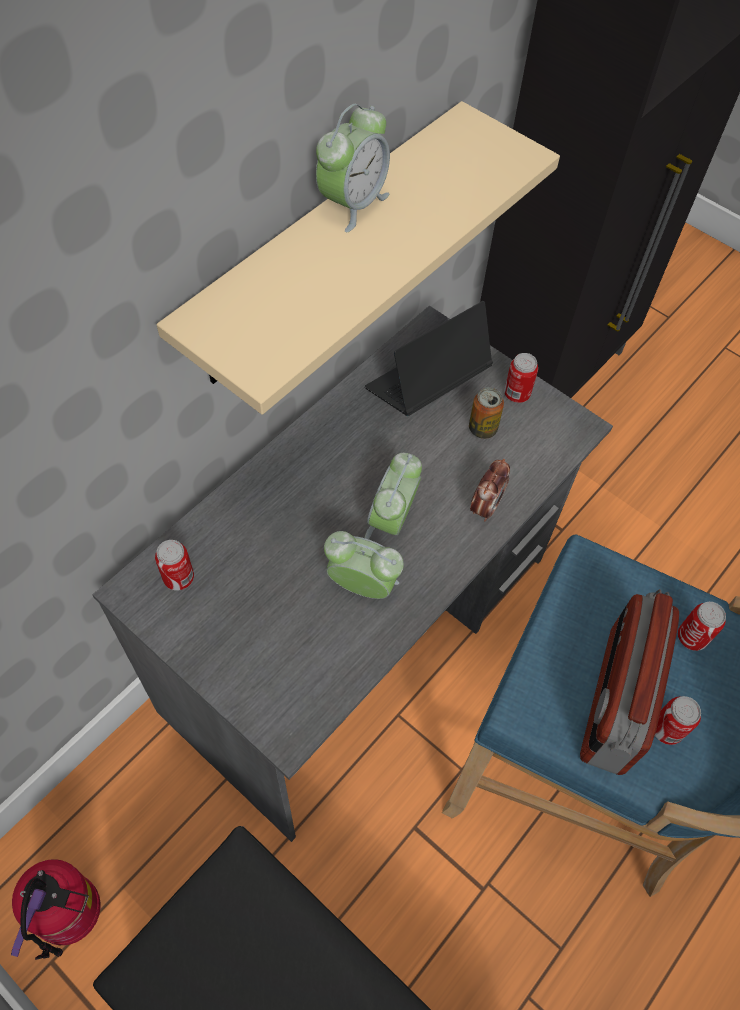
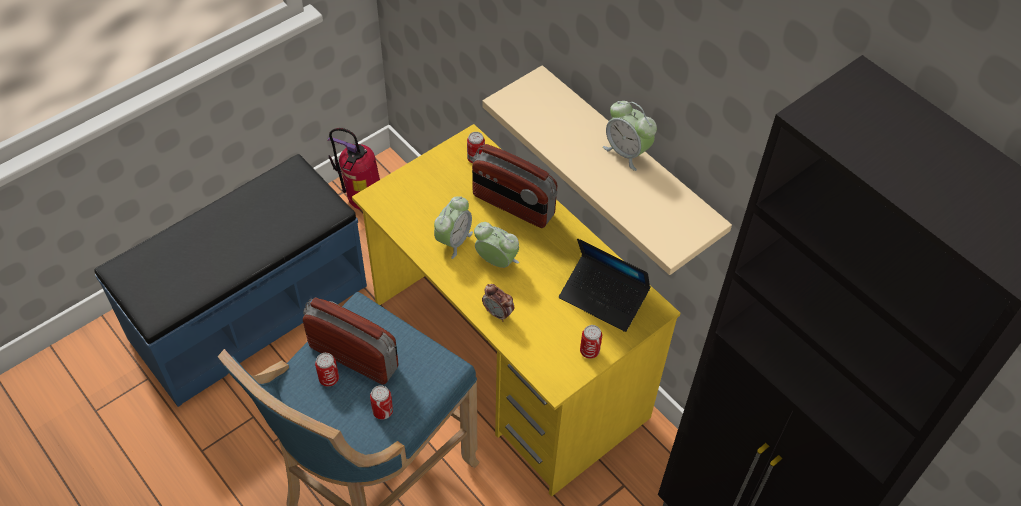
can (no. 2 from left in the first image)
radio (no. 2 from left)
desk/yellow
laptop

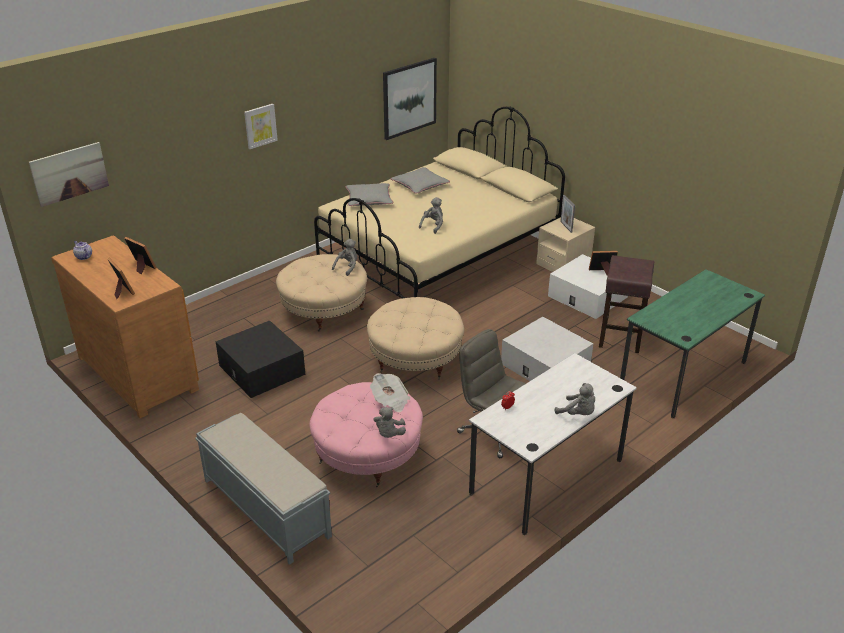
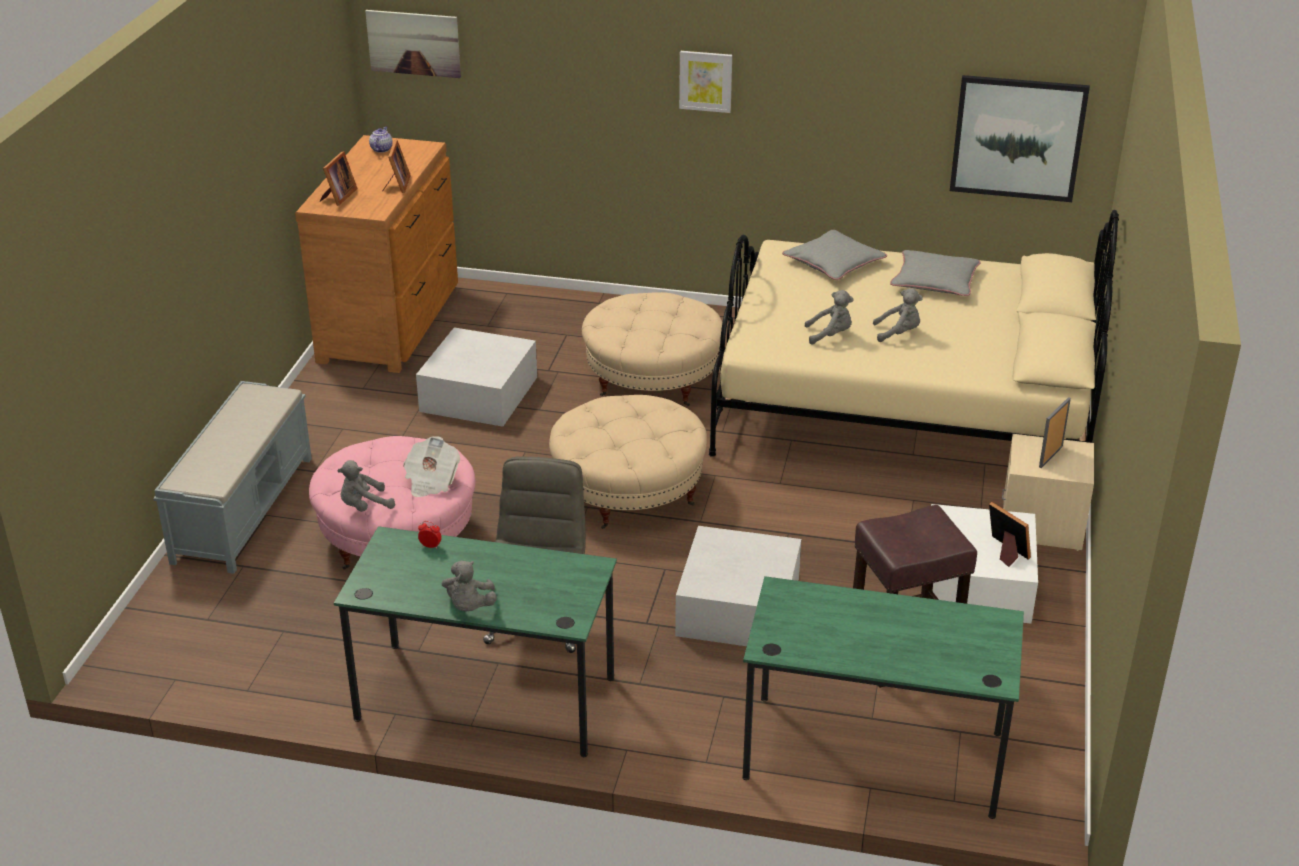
plush toy/grey (no. 4 from left)
storage box/white (no. 1 from left)
desk/green (no. 1 from left)

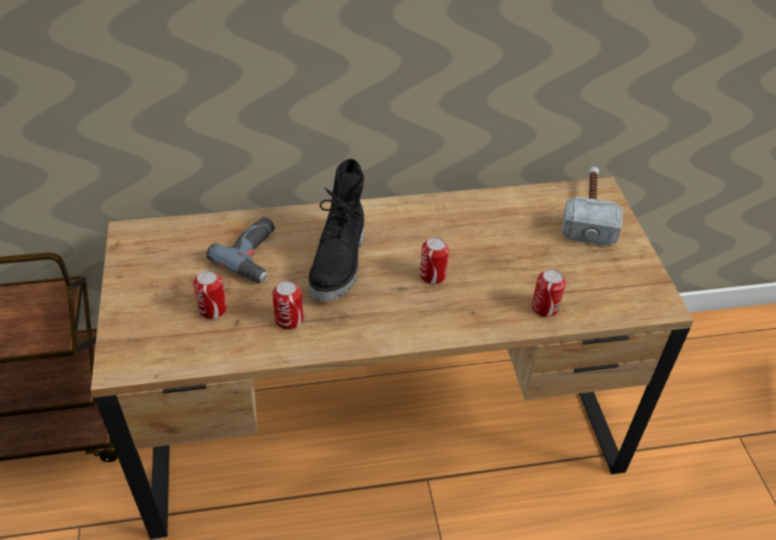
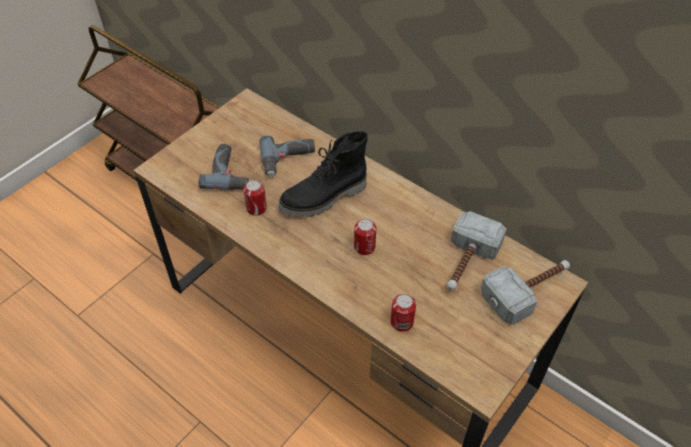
hammer (no. 1 from left)
power drill (no. 1 from left)

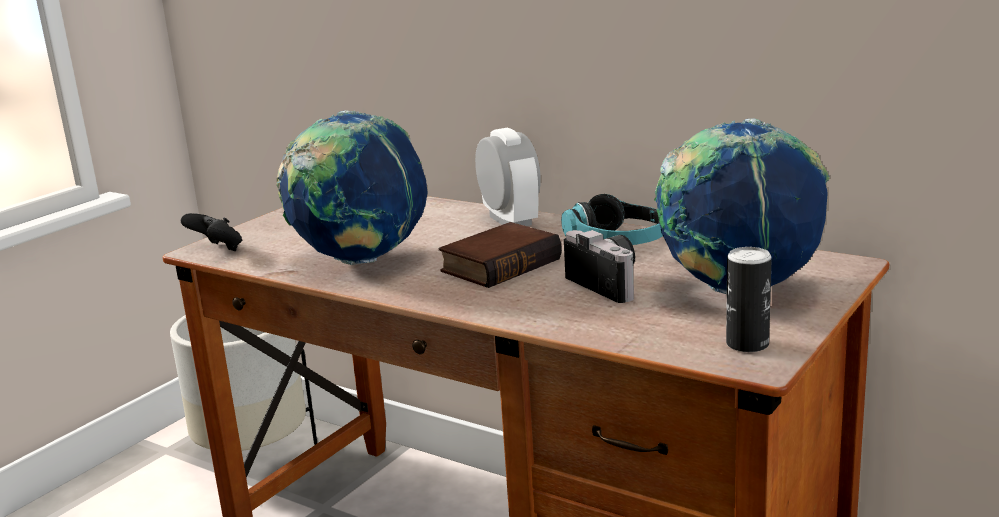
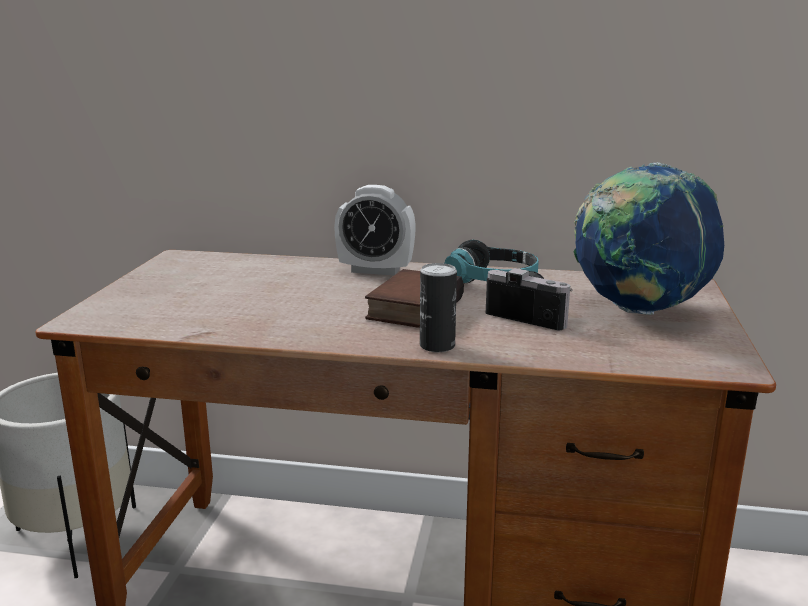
game controller/black
globe (no. 1 from left in the first image)
can
alarm clock

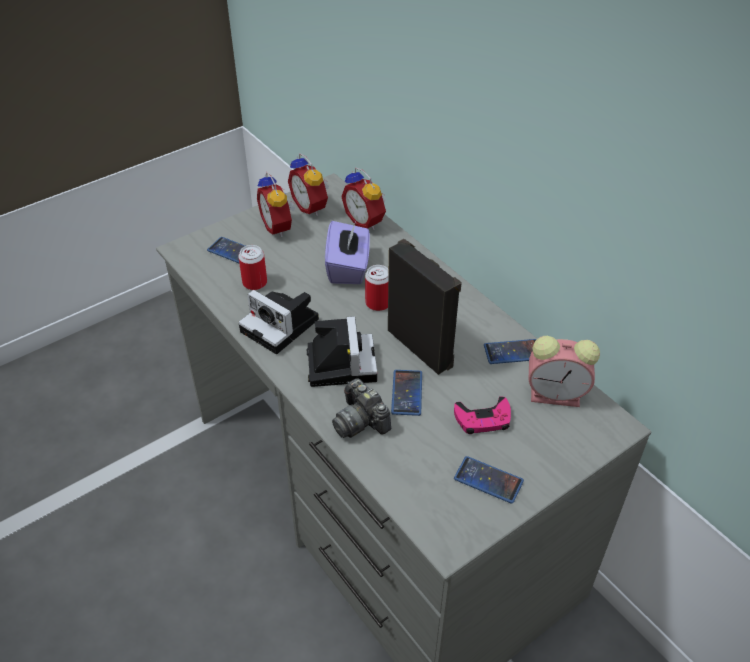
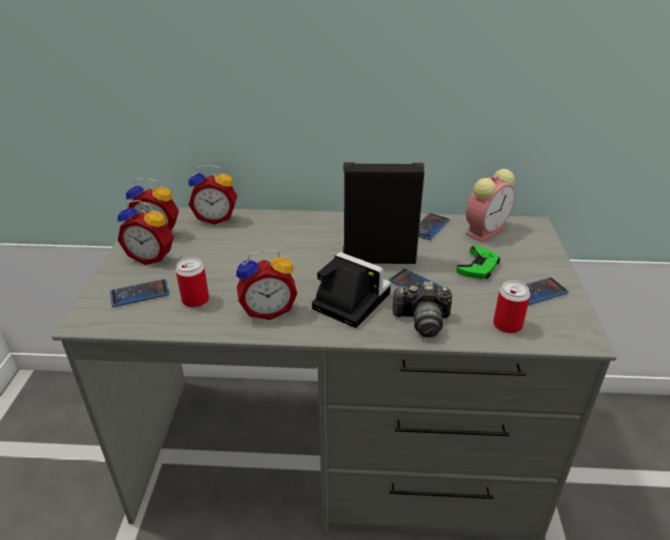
tissue box/purple
can (no. 2 from left)
alarm clock (no. 4 from left)
game controller/green

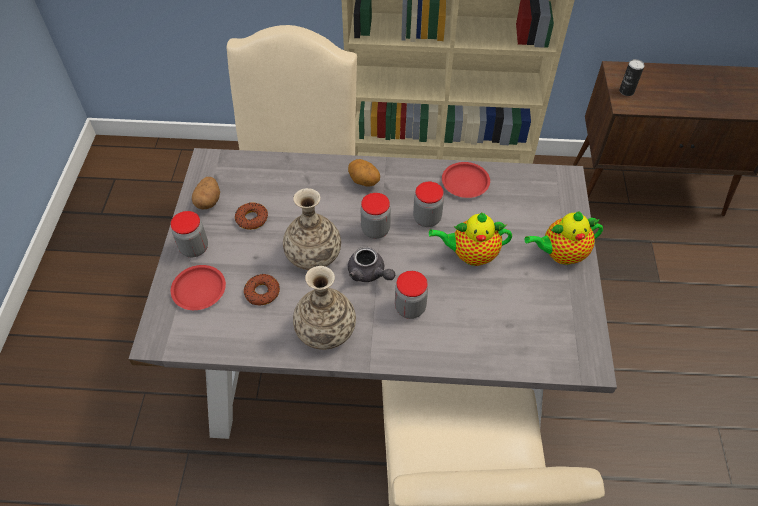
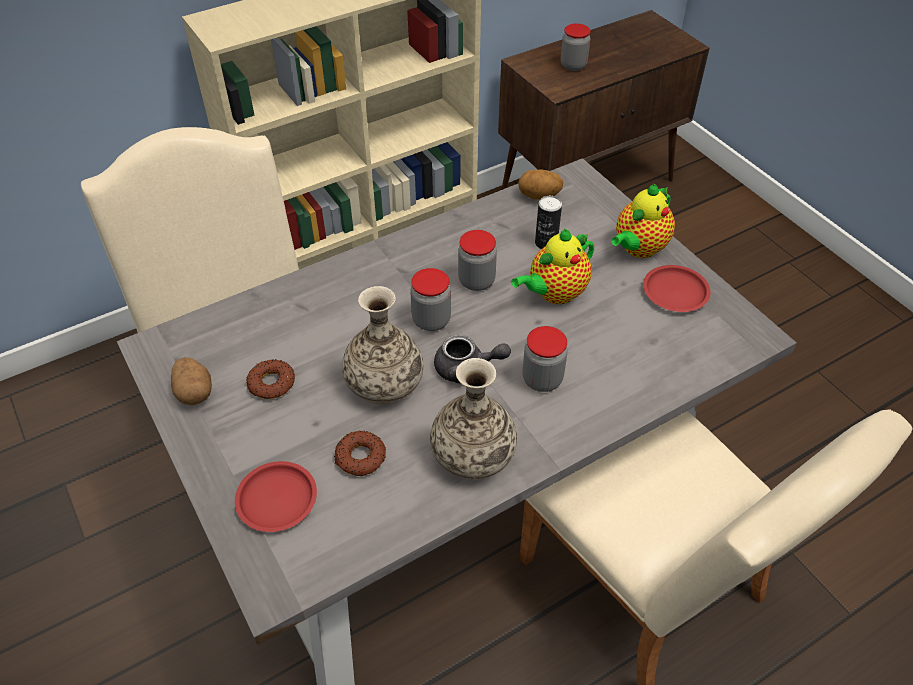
jar (no. 4 from left)
potato (no. 2 from left)
plate/red (no. 2 from left)
can

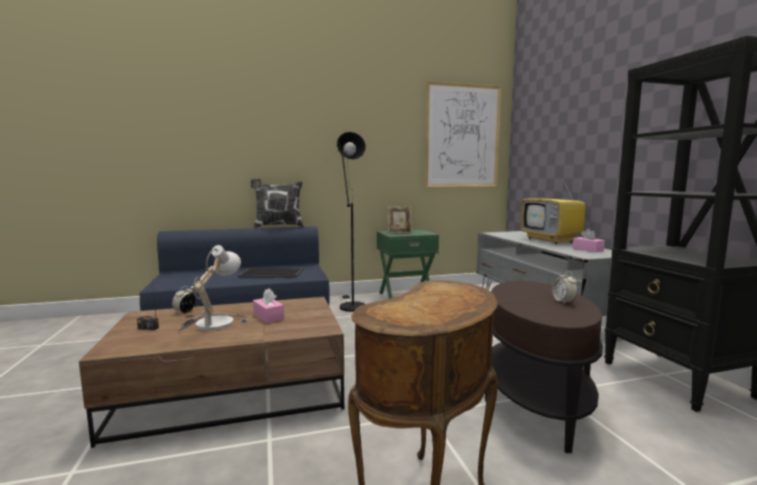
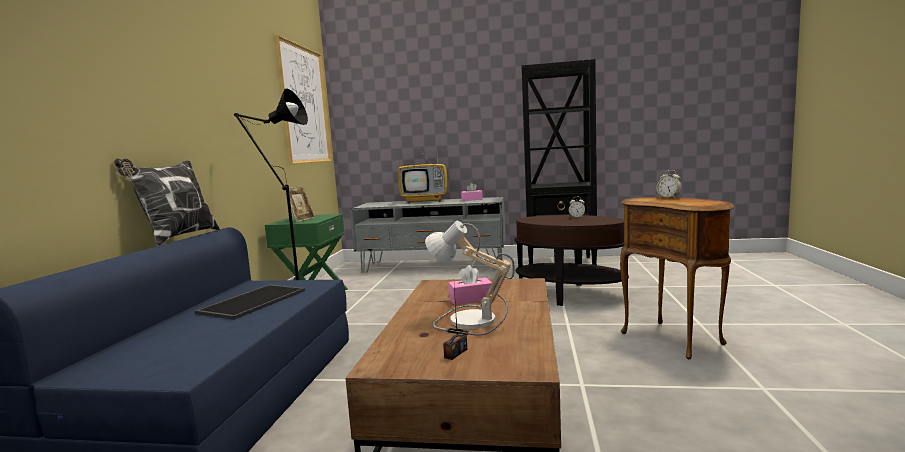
alarm clock (no. 2 from left)

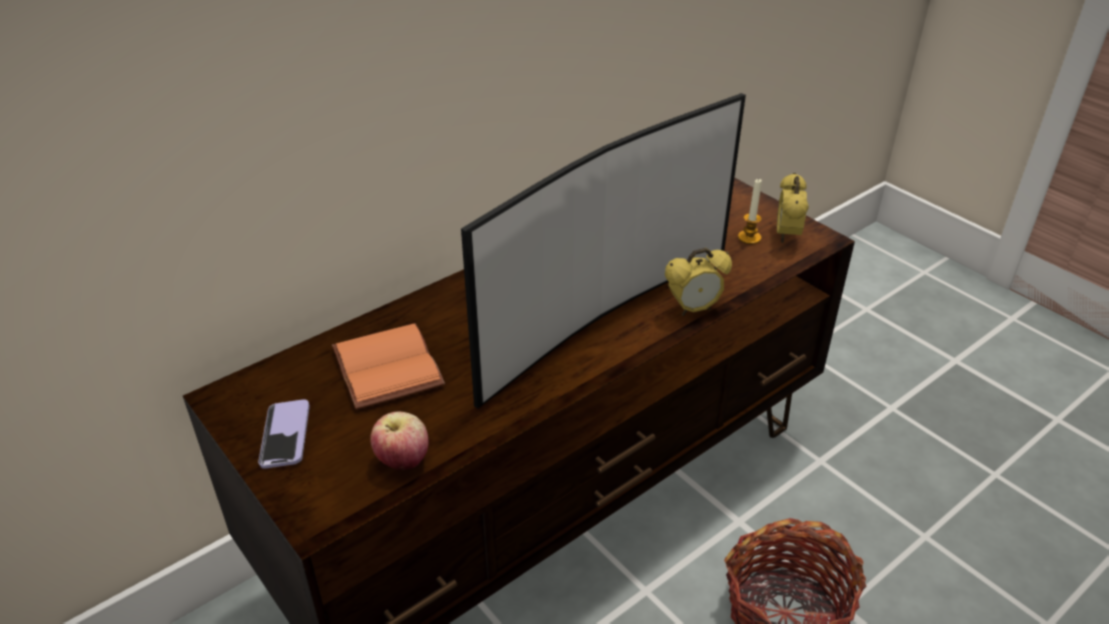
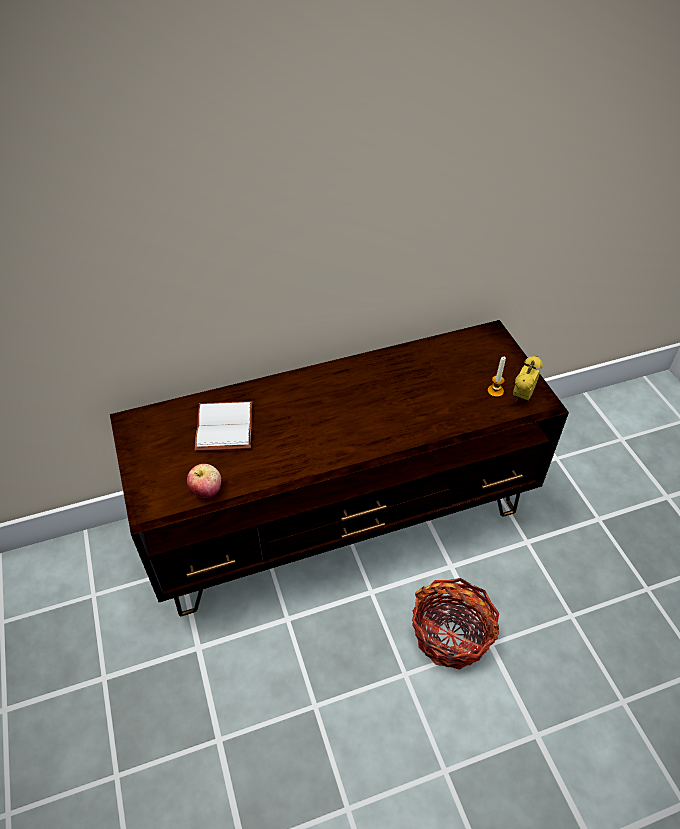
phone
television
alarm clock (no. 1 from left in the first image)
book/white

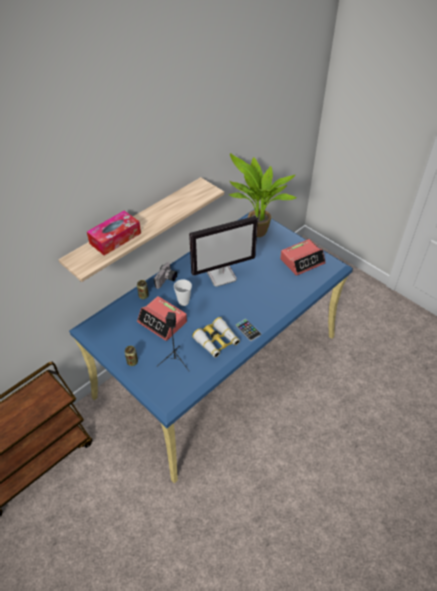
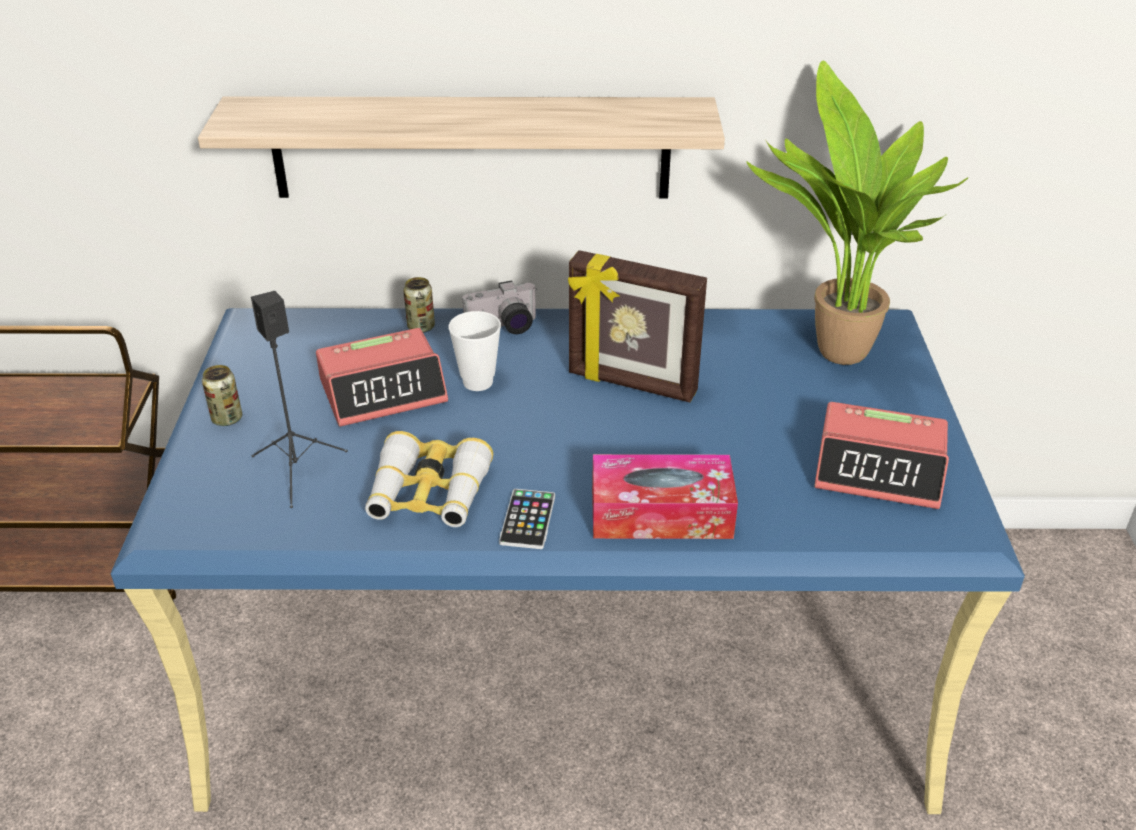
tissue box
picture frame
alarm clock (no. 1 from left)

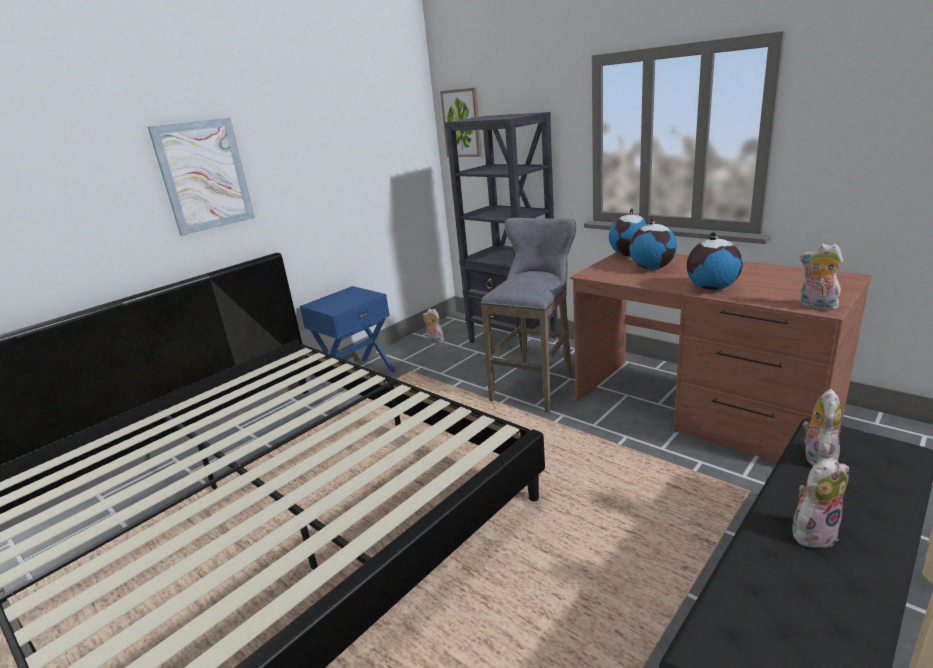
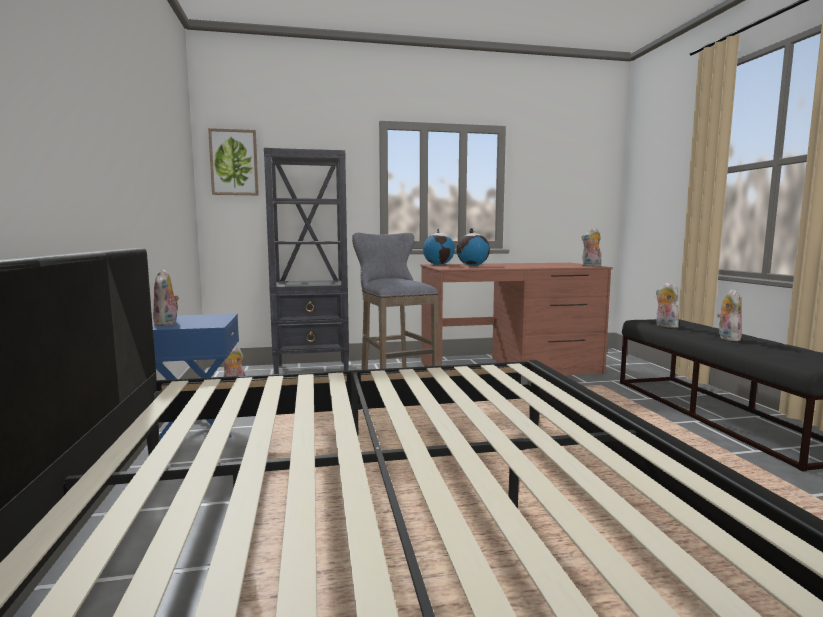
picture (no. 1 from left in the first image)
globe (no. 3 from left in the first image)
plush toy (no. 1 from left)

